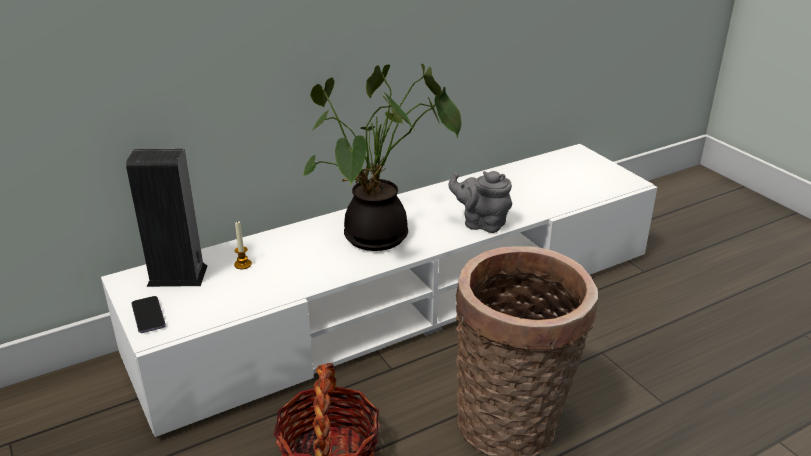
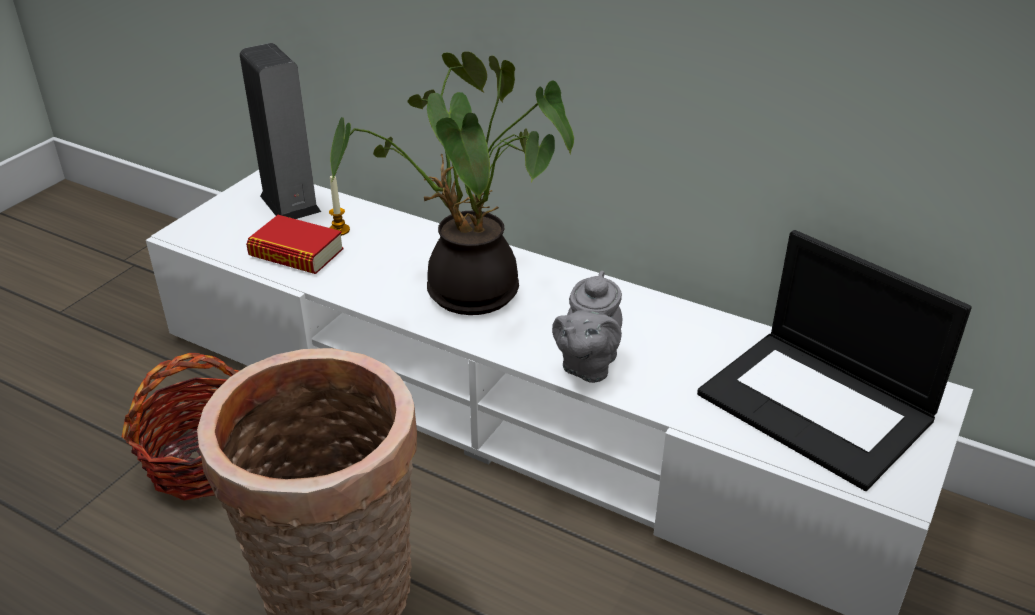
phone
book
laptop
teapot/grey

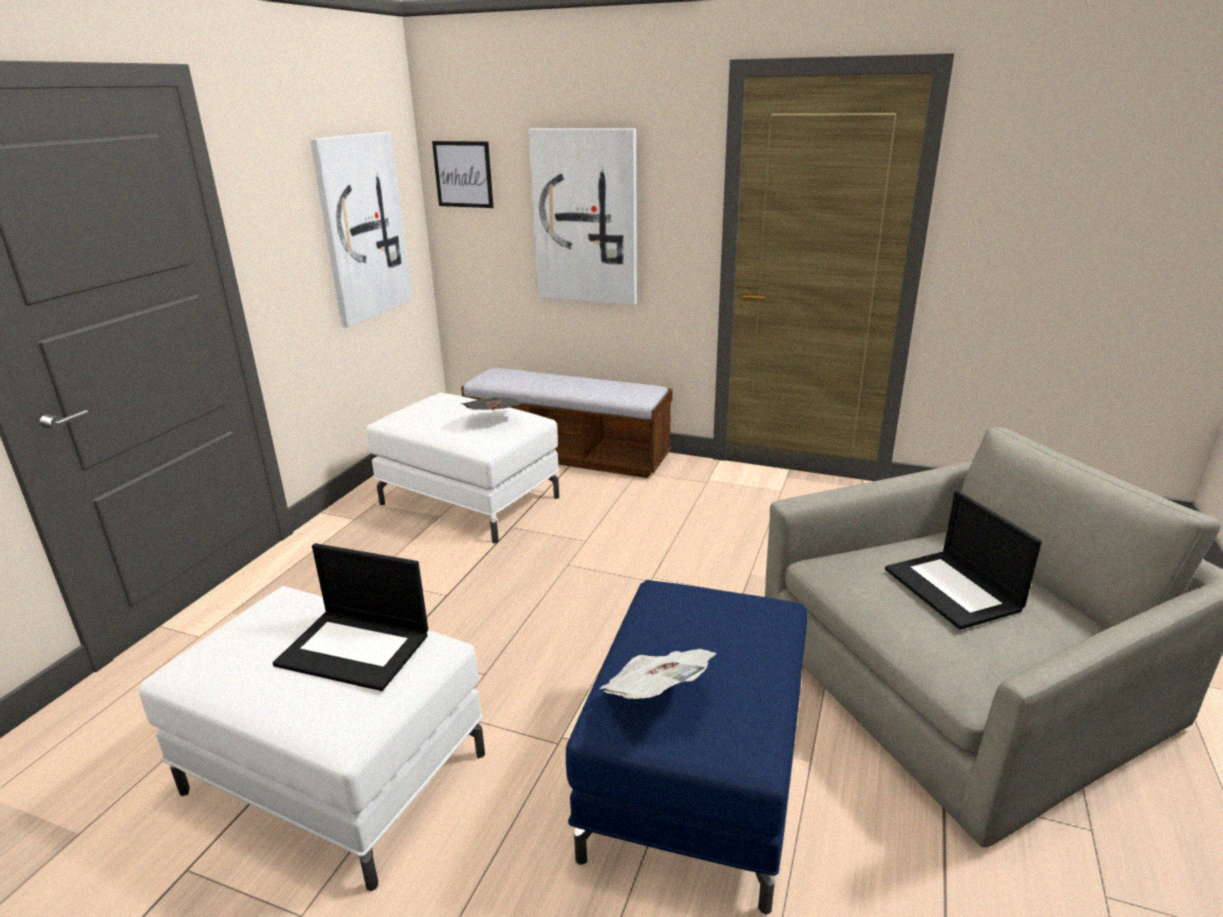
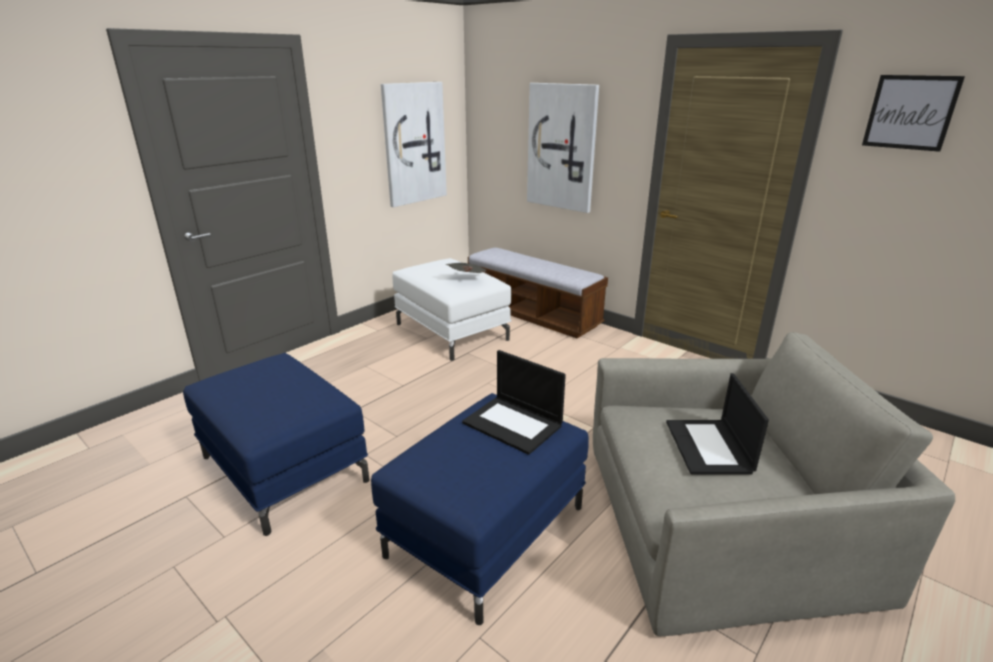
newspaper (no. 2 from left in the first image)
laptop (no. 1 from left)
picture (no. 3 from left)
ottoman/blue (no. 1 from left)

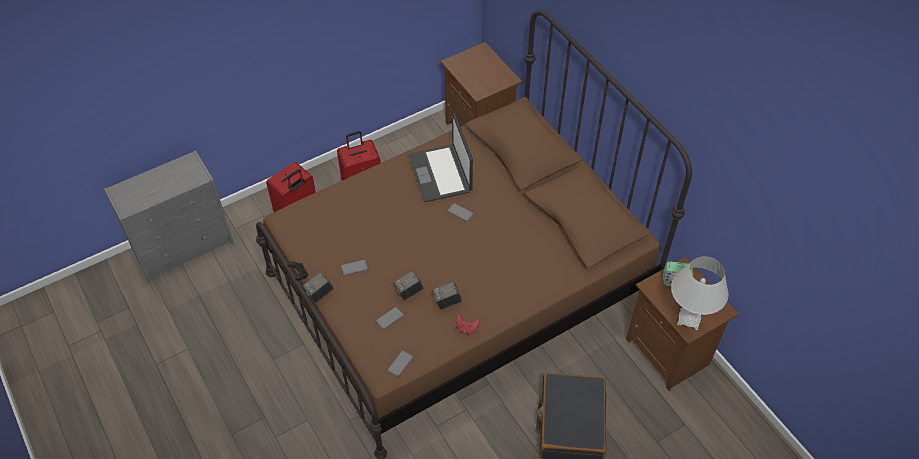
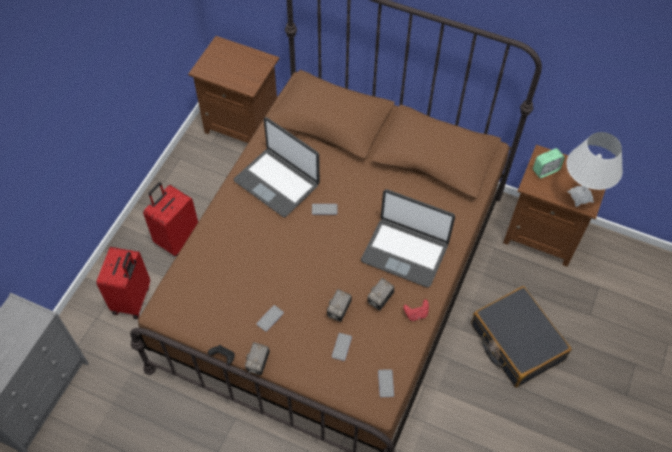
laptop (no. 2 from left)

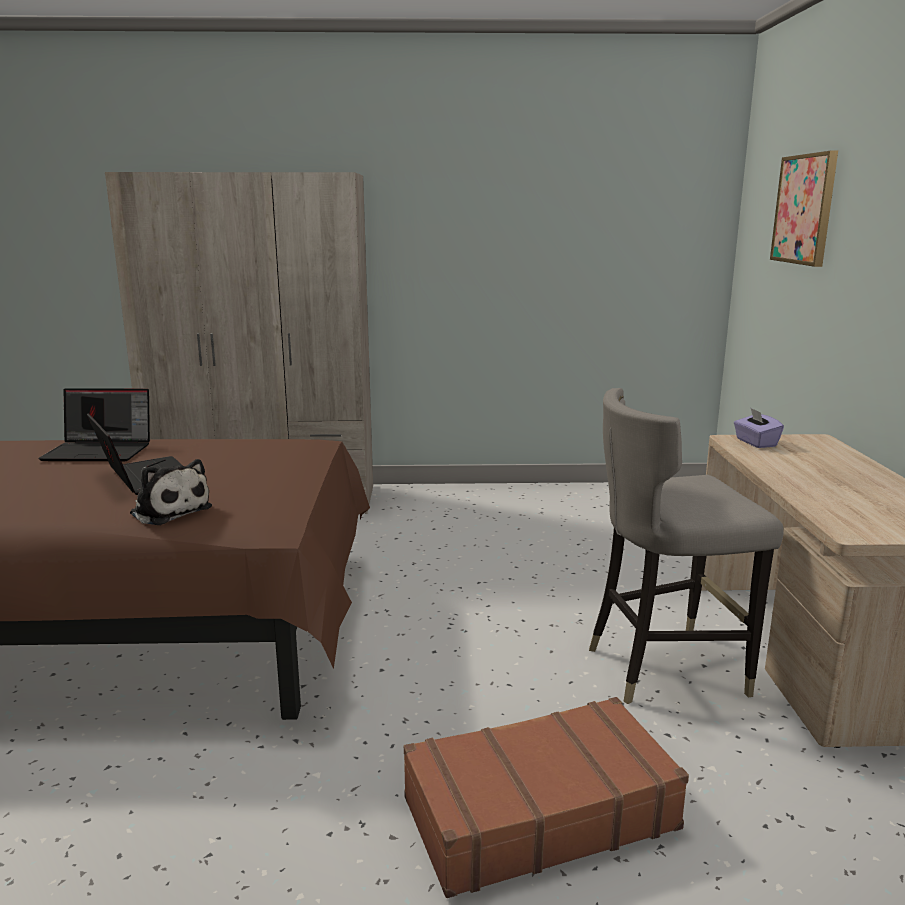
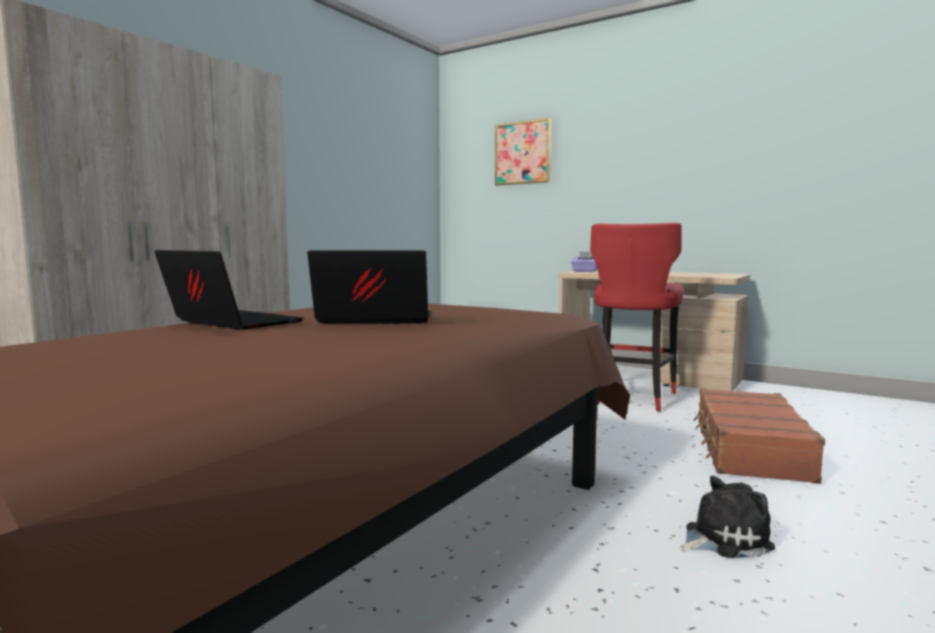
plush toy
stool/red
laptop (no. 1 from left)

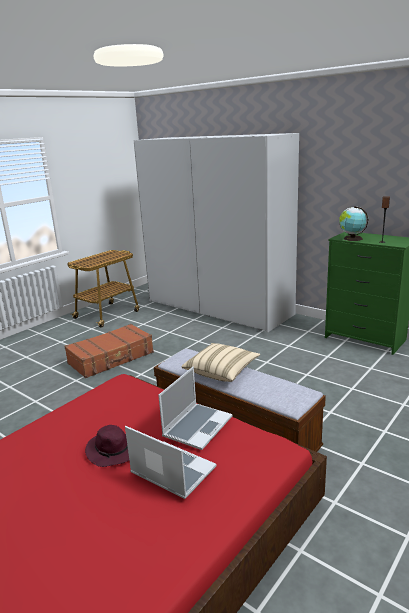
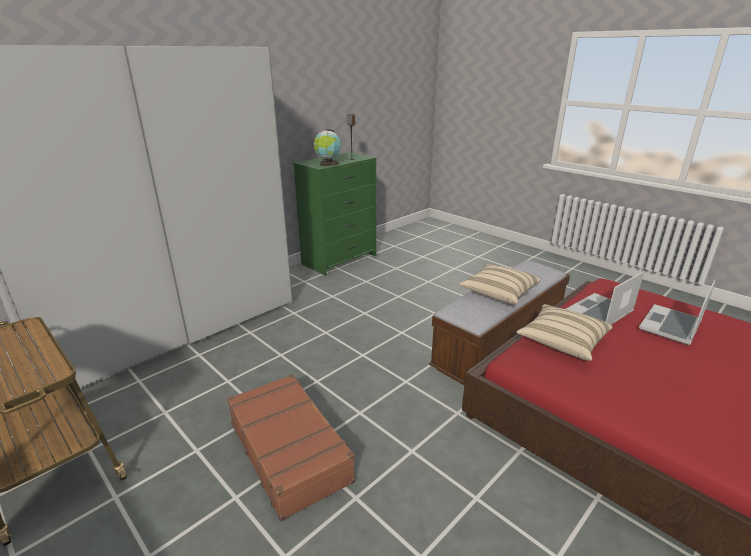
hat/purple
pillow/beige (no. 2 from left)
laptop (no. 1 from left)

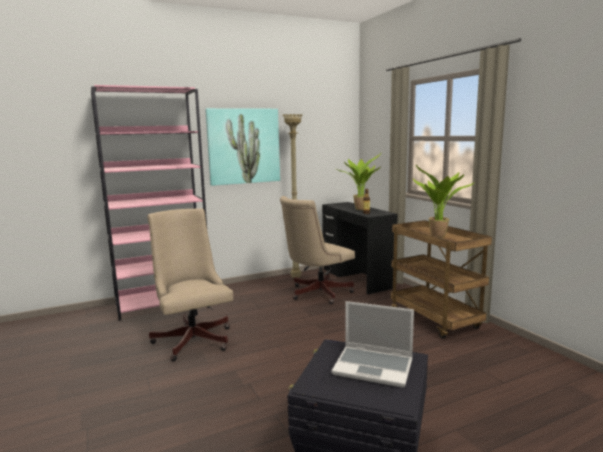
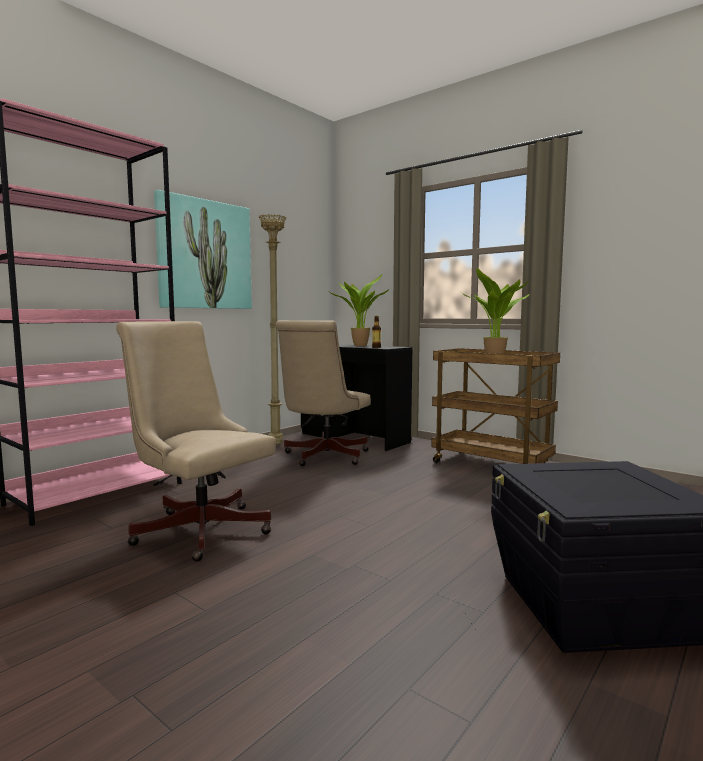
laptop

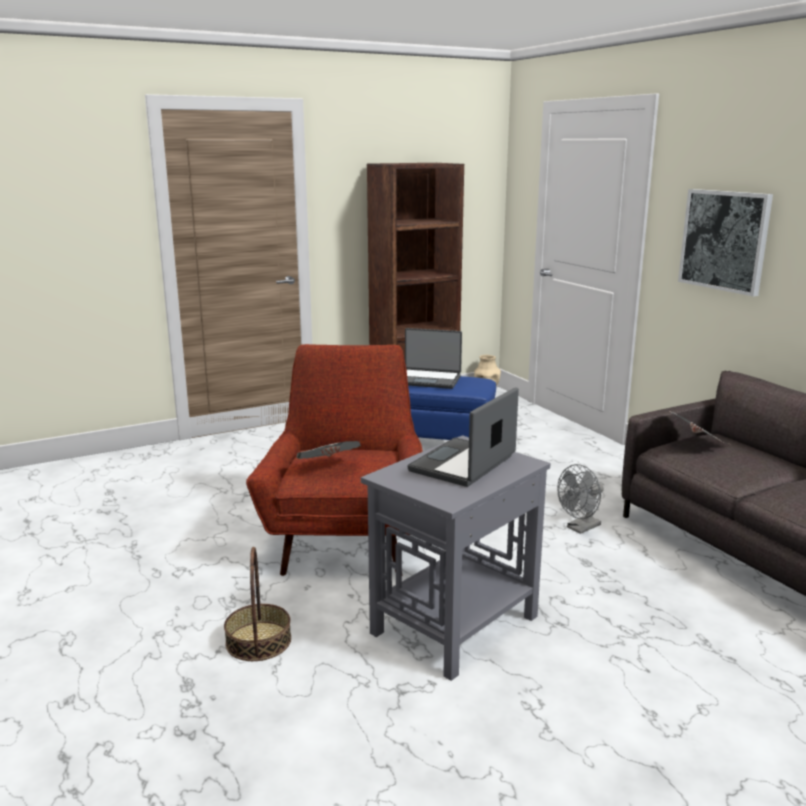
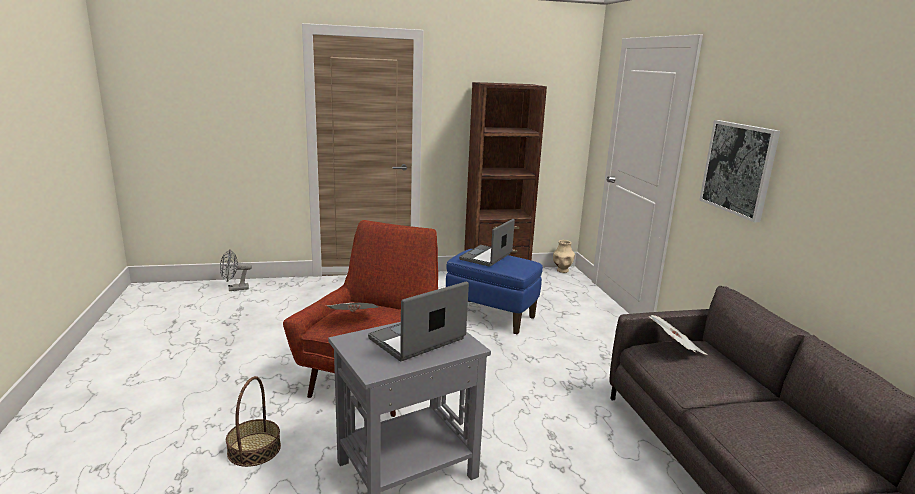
fan/grey
laptop (no. 2 from left)

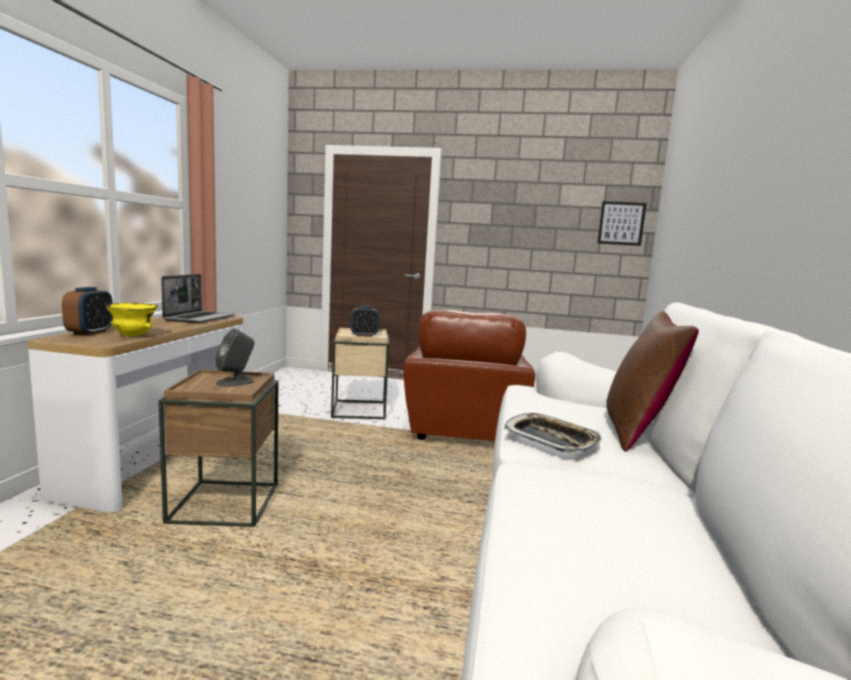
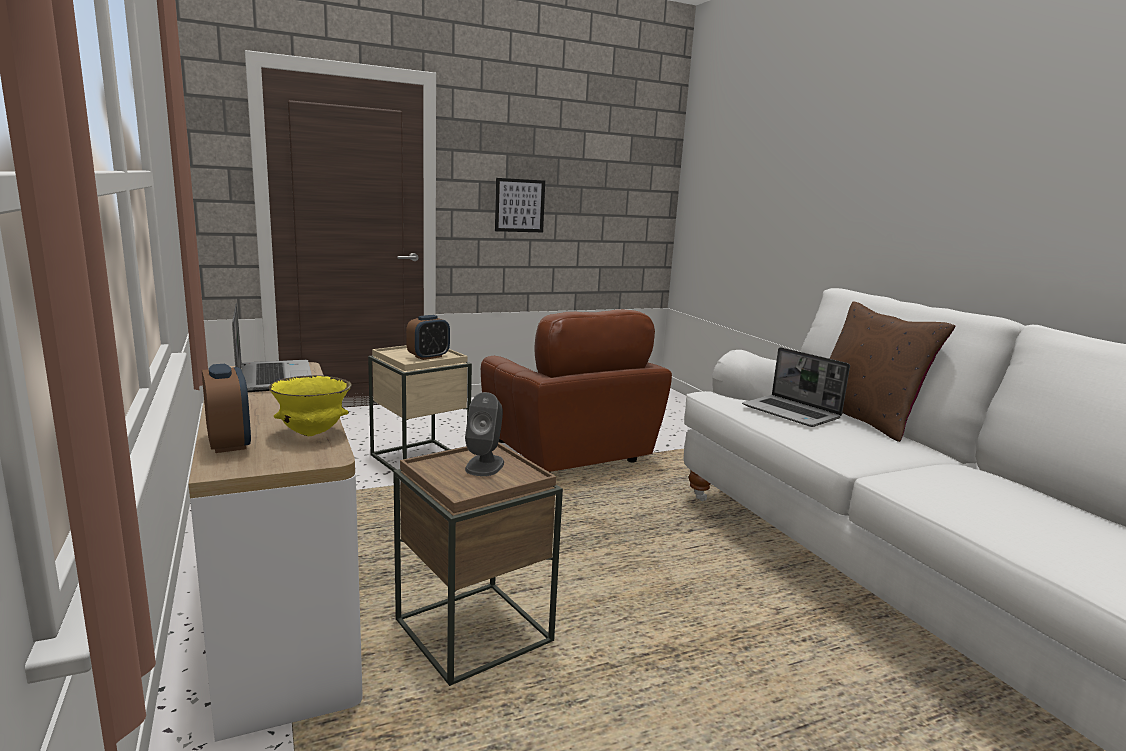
tray
laptop (no. 2 from left)
picture

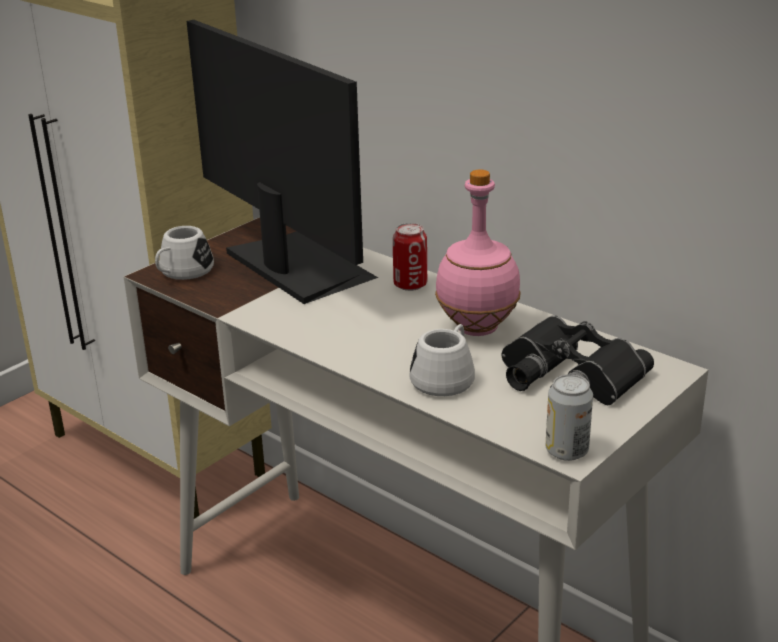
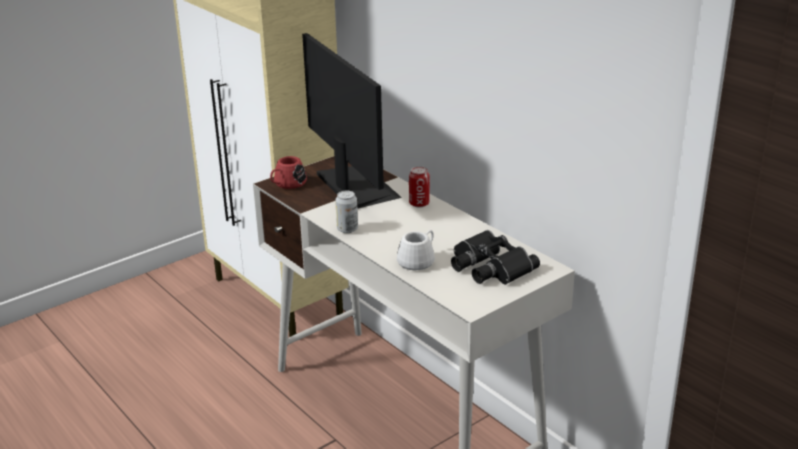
bottle/pink
can (no. 1 from left)
mug/red

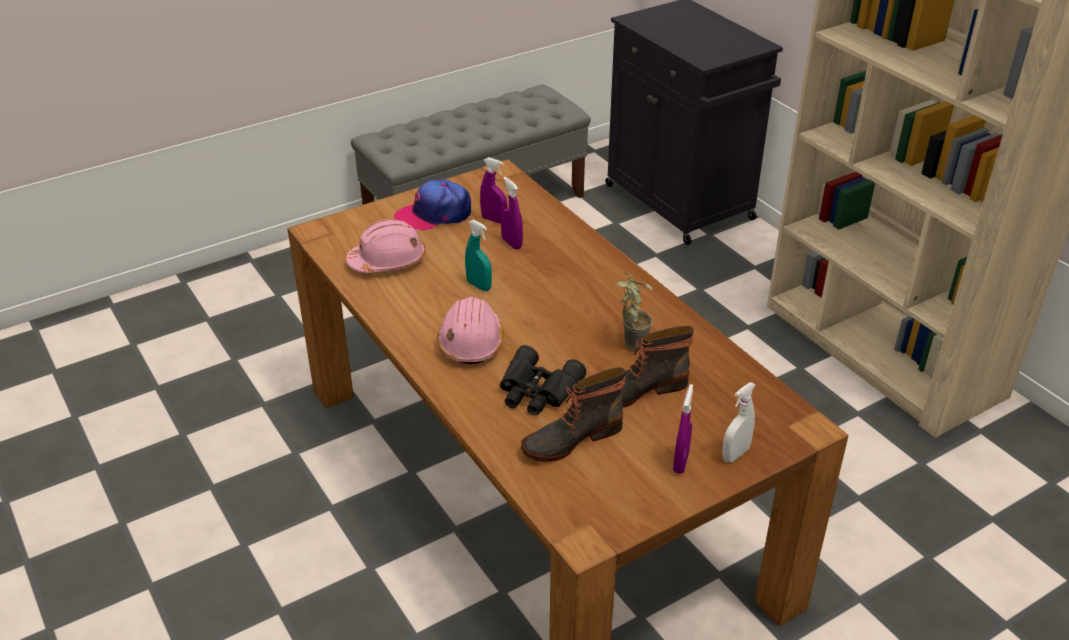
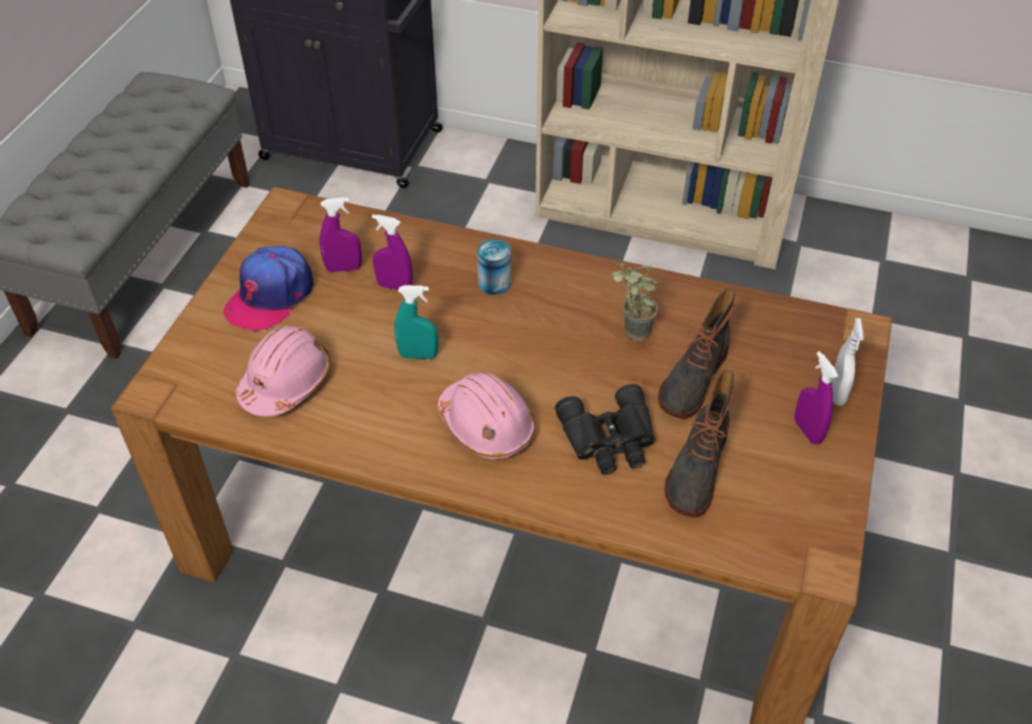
can

